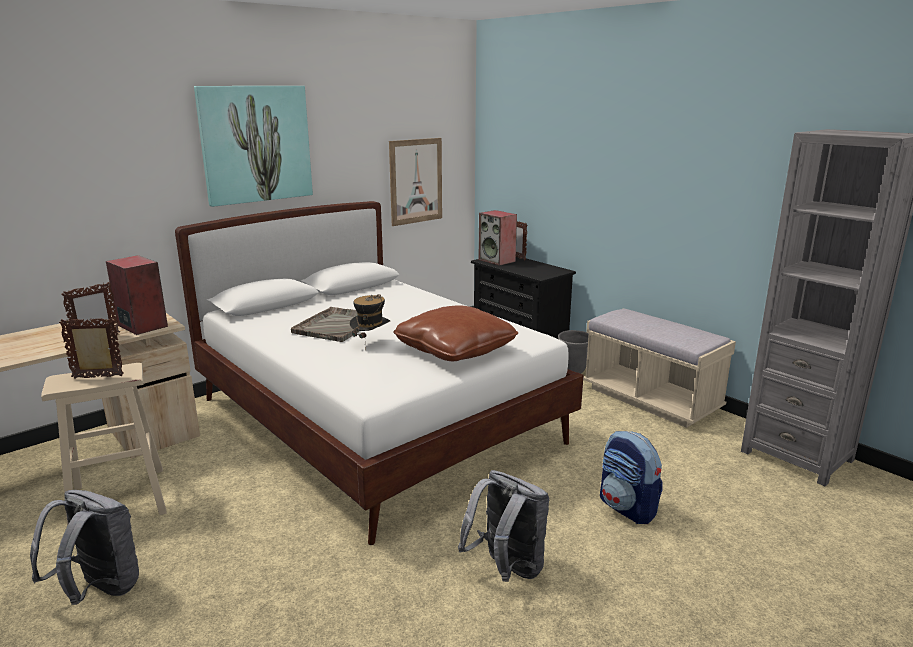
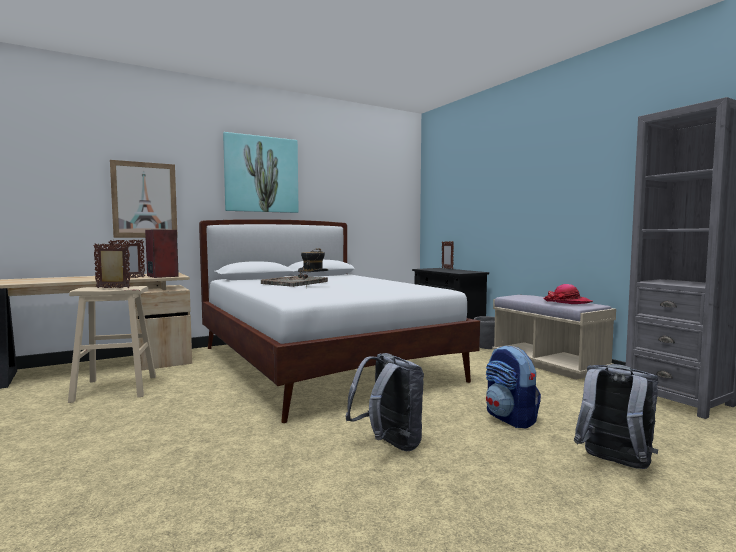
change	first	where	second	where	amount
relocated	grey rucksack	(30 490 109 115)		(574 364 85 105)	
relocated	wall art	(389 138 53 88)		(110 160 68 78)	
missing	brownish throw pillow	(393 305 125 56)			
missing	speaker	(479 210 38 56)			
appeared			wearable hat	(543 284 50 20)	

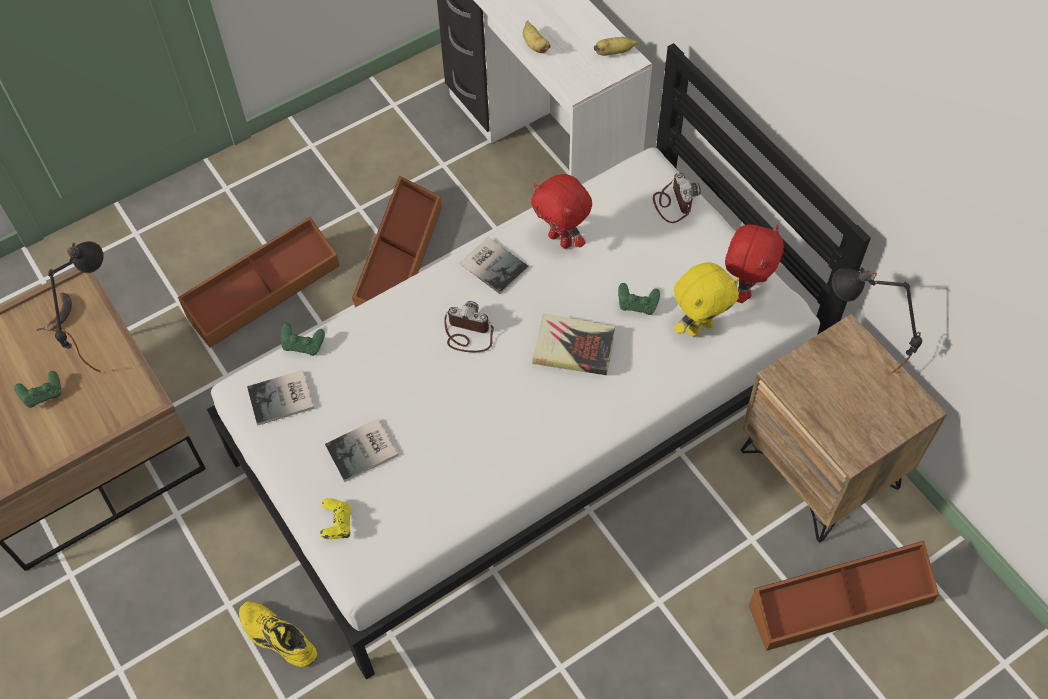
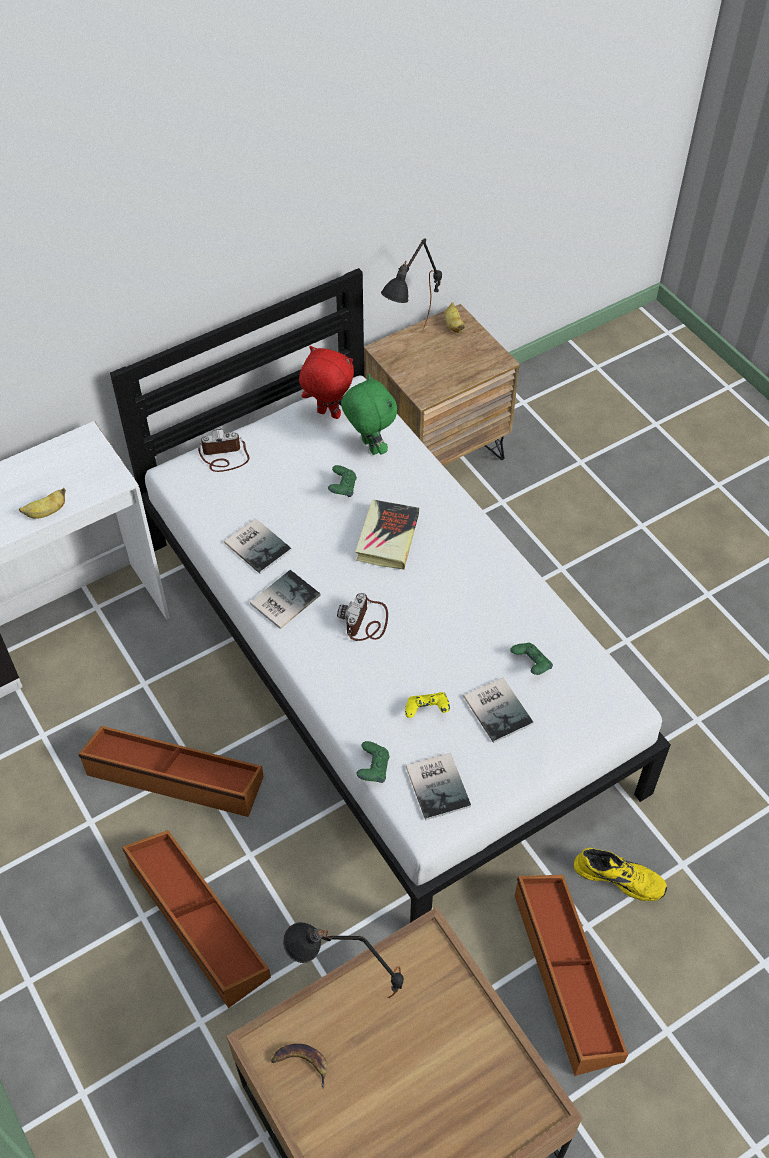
change	first	where	second	where	amount
relocated	green-coloured game controller	(14 371 47 37)		(510 643 43 32)	
spun	yellow item of footwear	(239 601 78 66)		(574 848 93 53)	105 degrees counterclockwise
relocated	yellow game controller	(320 498 31 41)		(405 692 45 26)	
exchanged	red-coloured soft toy	(531 174 61 75)	book	(224 518 68 56)	
relocated	banana fruit	(594 37 43 19)		(445 302 20 31)	
colour	yellow soft toy	(674 262 65 75)	green-coloured soft toy	(341 374 56 81)	
relocated	brownish storage container	(749 541 190 110)		(515 875 113 201)	

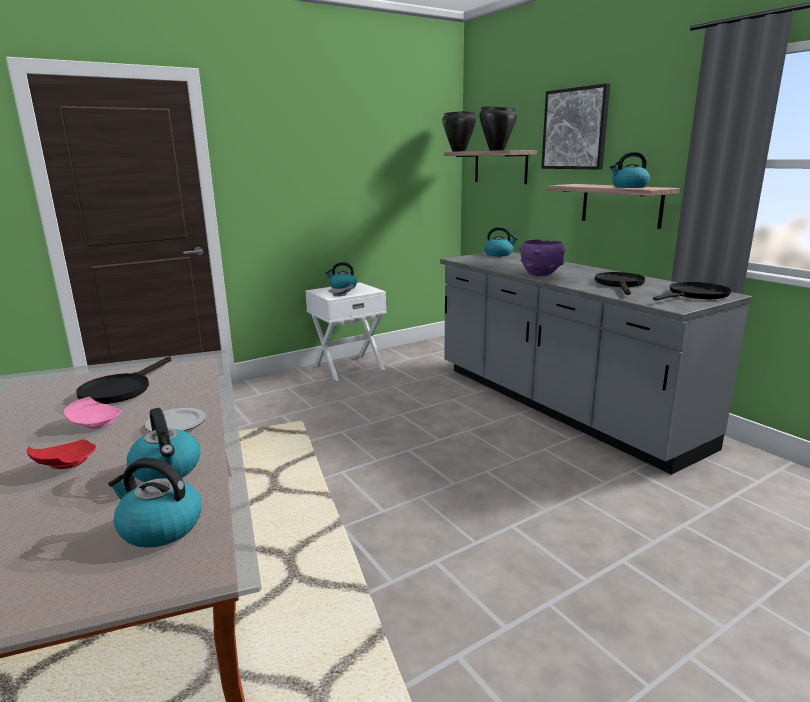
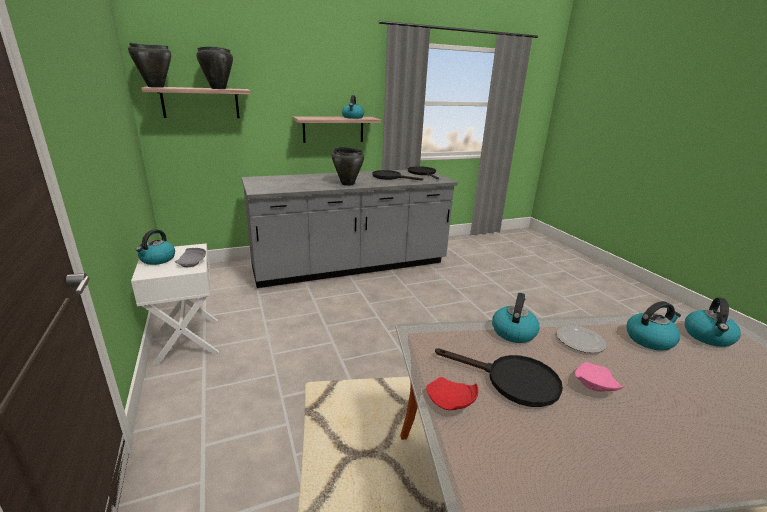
change	first	where	second	where	amount
relocated	red-coloured flat dish	(27 439 69 30)		(426 377 53 33)	
relocated	kettle	(484 227 34 29)		(492 293 48 50)	
exchanged	purple-coloured serving bowl	(519 239 46 37)	blackish stockpot	(332 147 32 39)	
missing	wall art	(541 83 69 87)			

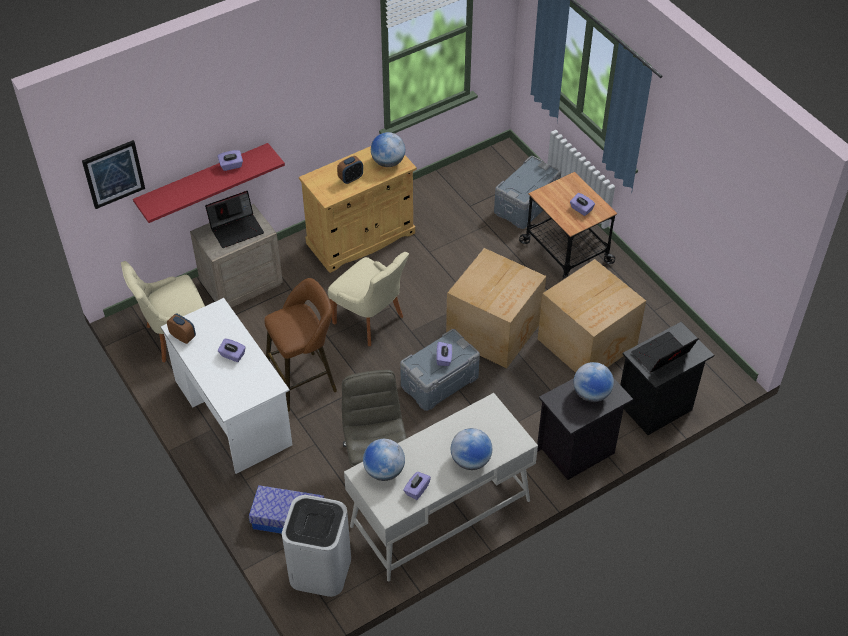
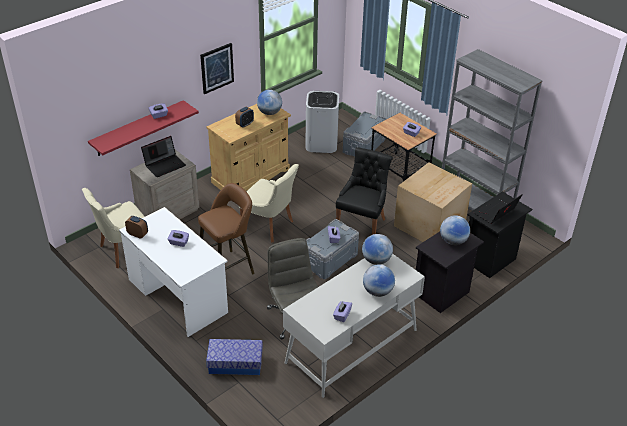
change	first	where	second	where	amount
relocated	wall art	(82 140 63 69)		(200 43 34 51)	
relocated	whitish rubbish bin	(282 495 69 102)		(305 91 34 62)	
relocated	globe	(363 439 42 42)		(362 234 31 31)	
exchanged	packing box	(446 248 100 121)	blackish chair	(336 147 56 88)	
appeared			grey shelving unit	(442 49 101 162)	

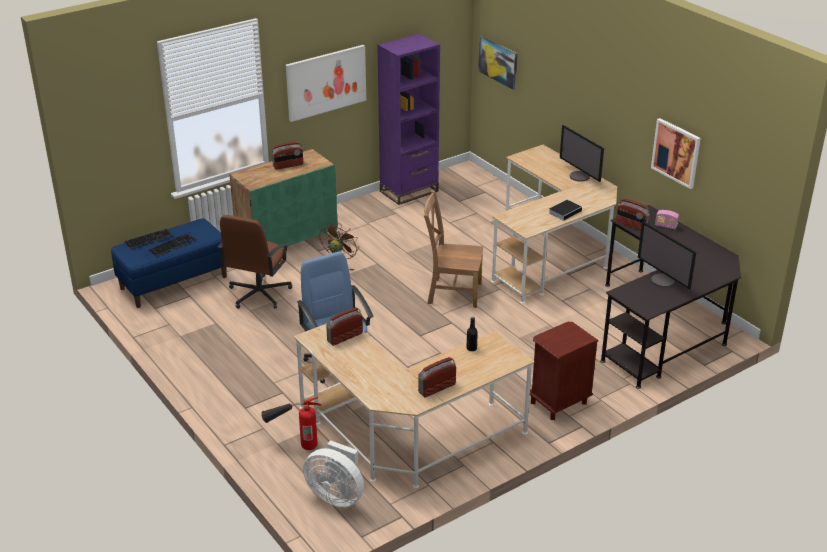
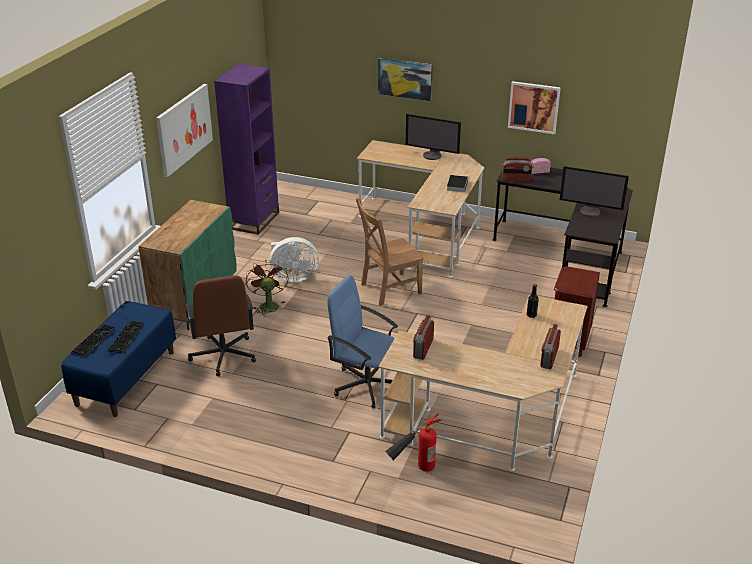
change	first	where	second	where	amount
missing	radio receiver	(271 142 32 28)			
relocated	whitish fan	(303 440 61 67)		(270 237 49 45)	
relocated	wall art	(478 36 39 54)		(378 58 55 43)	

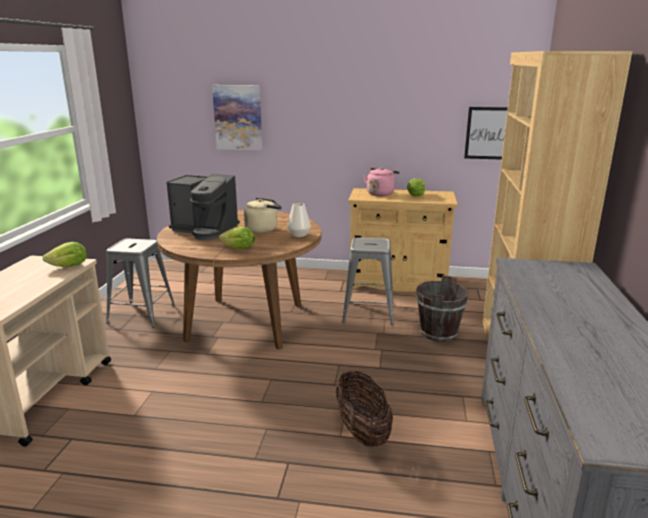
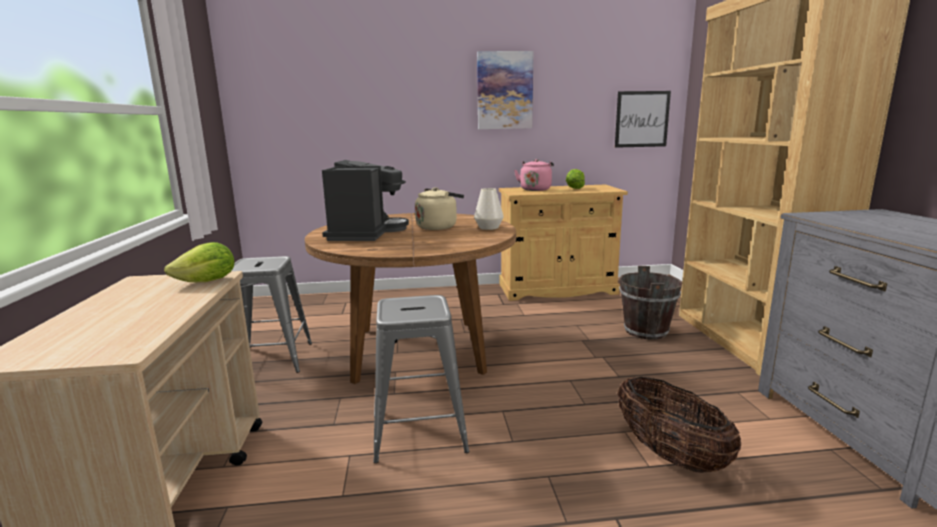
change	first	where	second	where	amount
spun	coffee brewer	(167 174 73 66)		(322 160 87 81)	90 degrees counterclockwise
relocated	wall art	(212 85 50 65)		(477 51 56 78)	
missing	lettuce head	(219 227 36 22)			
relocated	grey stool	(342 237 52 88)		(373 295 96 168)	

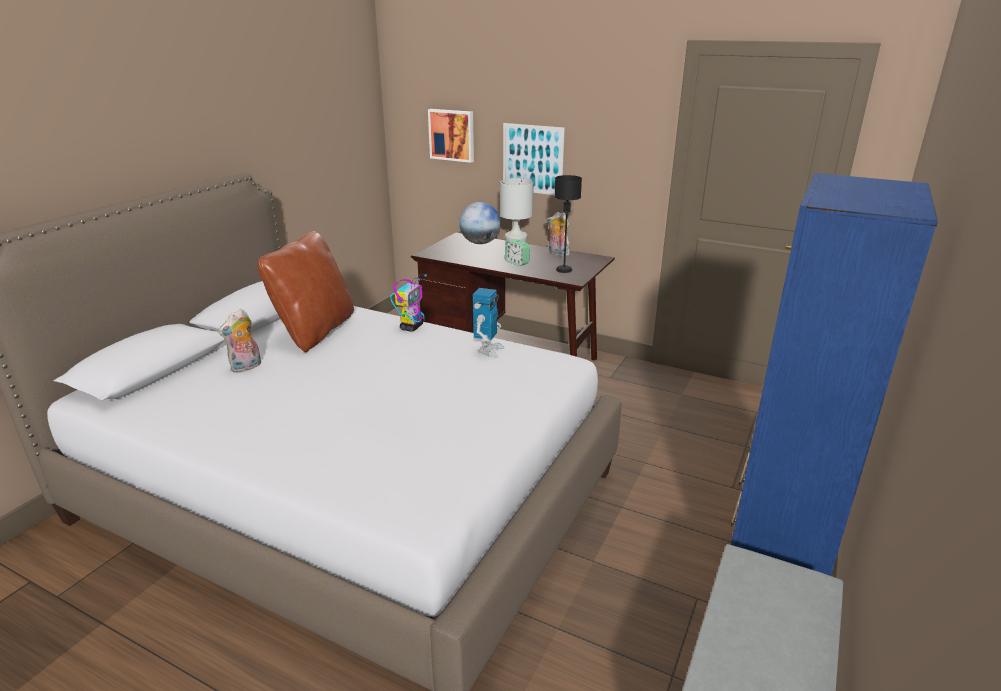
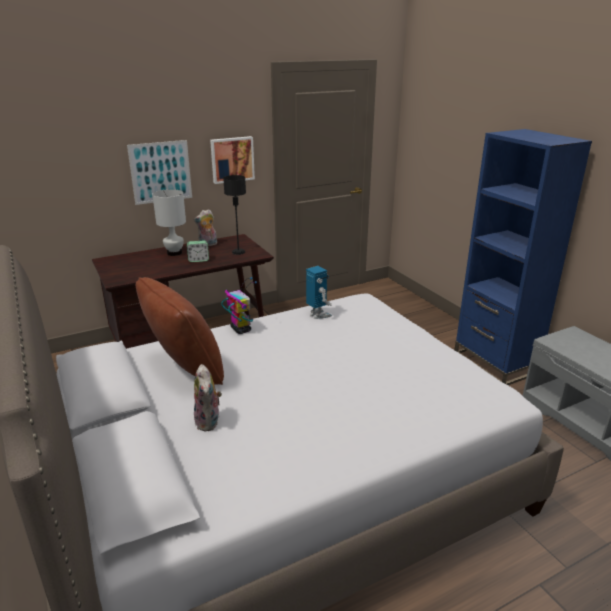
change	first	where	second	where	amount
relocated	wall art	(428 109 46 54)		(210 136 45 48)	
missing	globe	(459 202 42 42)			

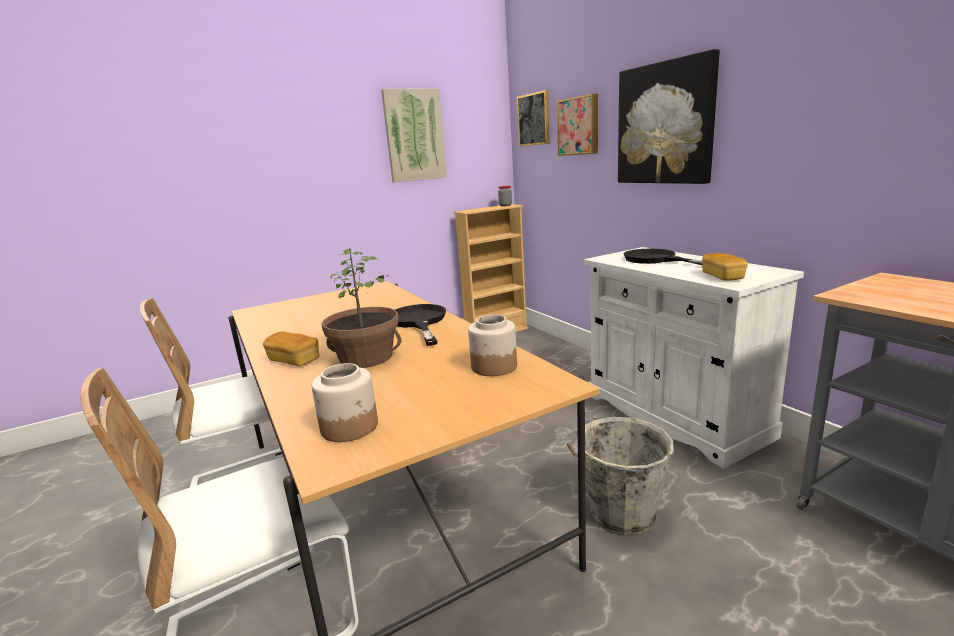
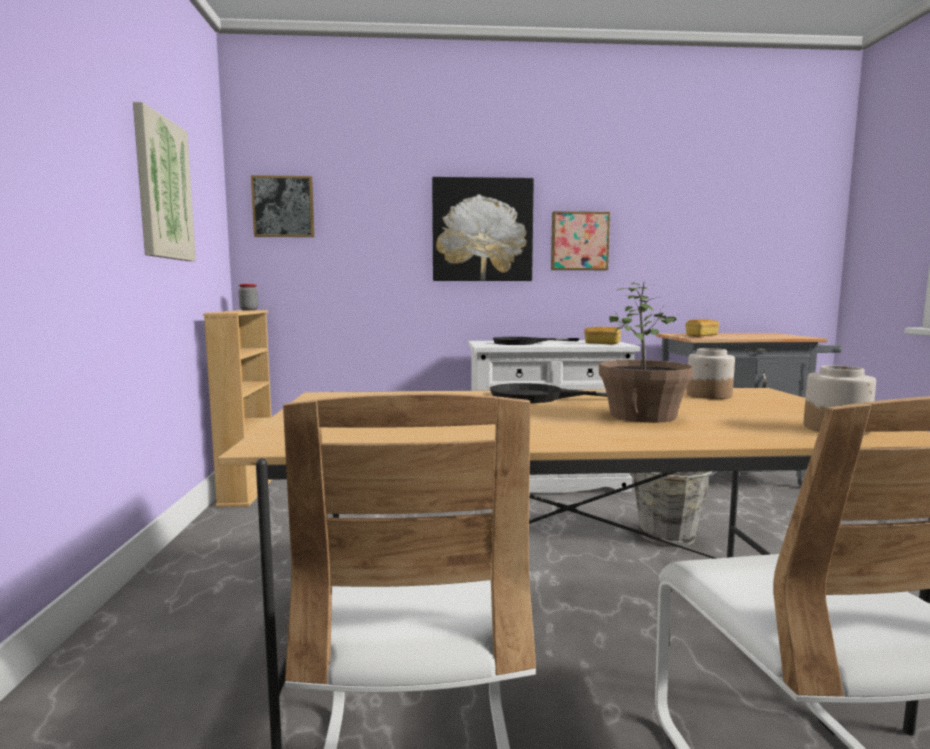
change	first	where	second	where	amount
relocated	baked bread	(263 331 56 35)		(685 319 34 18)	
relocated	wall art	(557 94 41 62)		(551 211 59 59)	

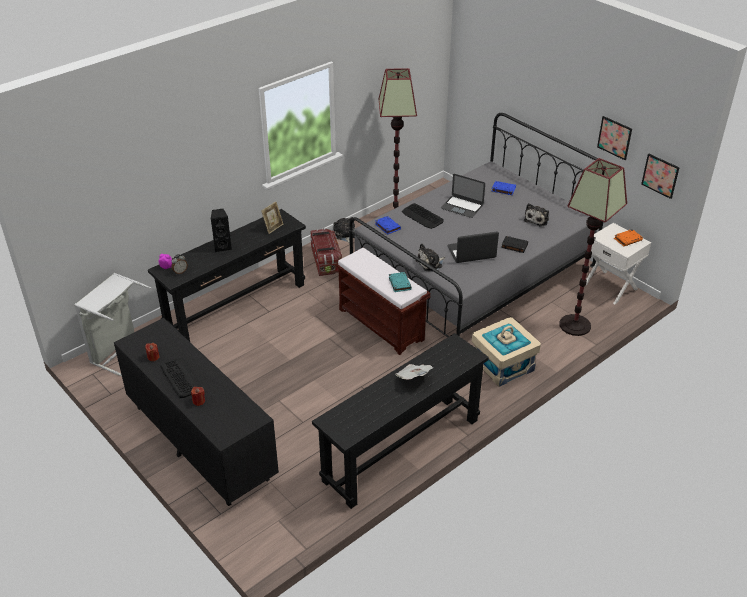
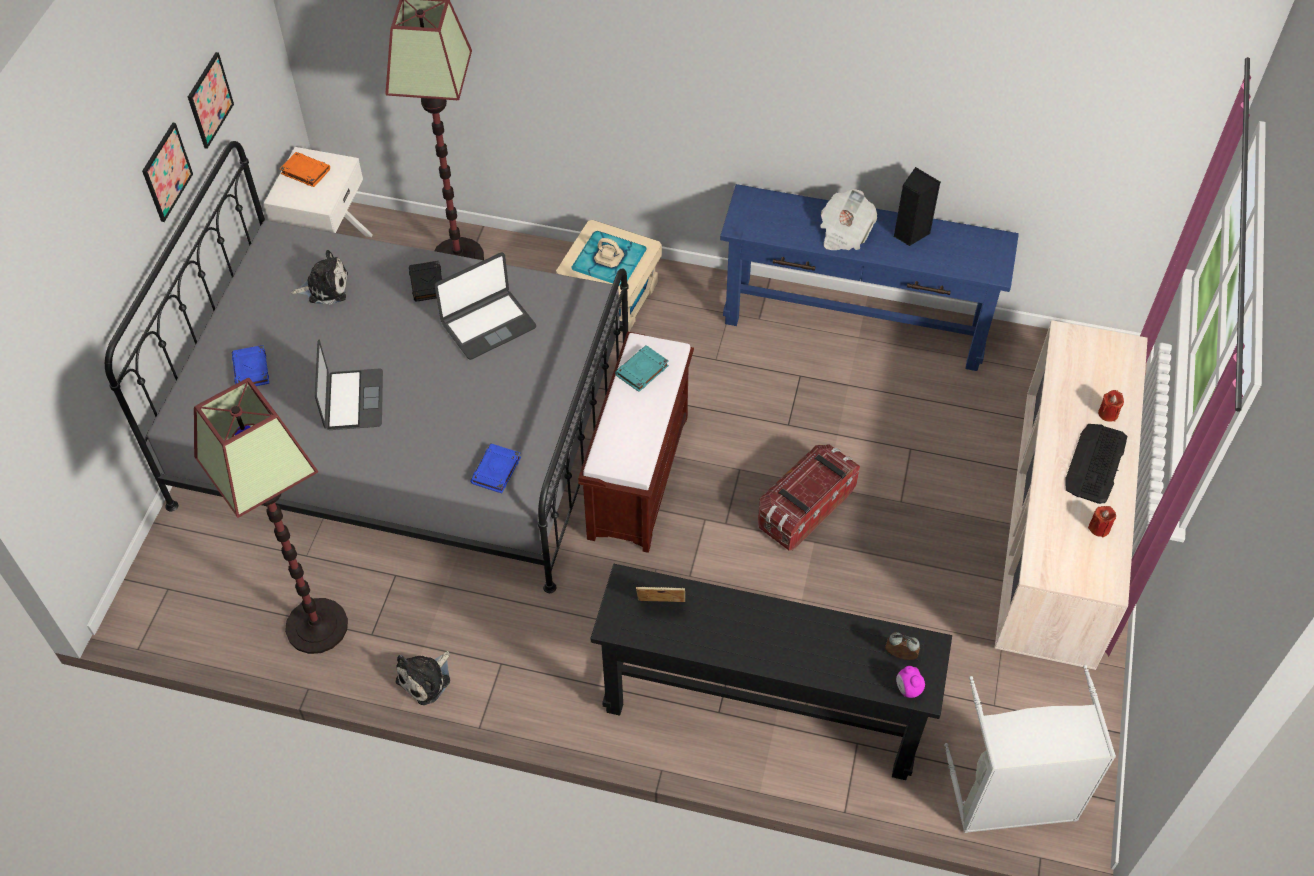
change	first	where	second	where	amount
colour	blackish drawer chest	(114 318 165 188)	beige-coloured drawer chest	(995 320 153 350)	
relocated	blackish speaker	(211 209 21 44)		(893 167 48 79)	
relocated	storage container	(310 228 32 48)		(758 445 102 105)	
colour	blackish console table	(312 333 177 176)	blue-coloured console table	(720 184 299 187)	
missing	keyboard	(402 203 42 26)			
missing	soft toy	(416 244 29 28)			
spun	notebook computer	(448 232 51 31)		(434 252 102 108)	75 degrees counterclockwise
relocated	wall art	(641 154 39 45)		(142 123 51 99)	

